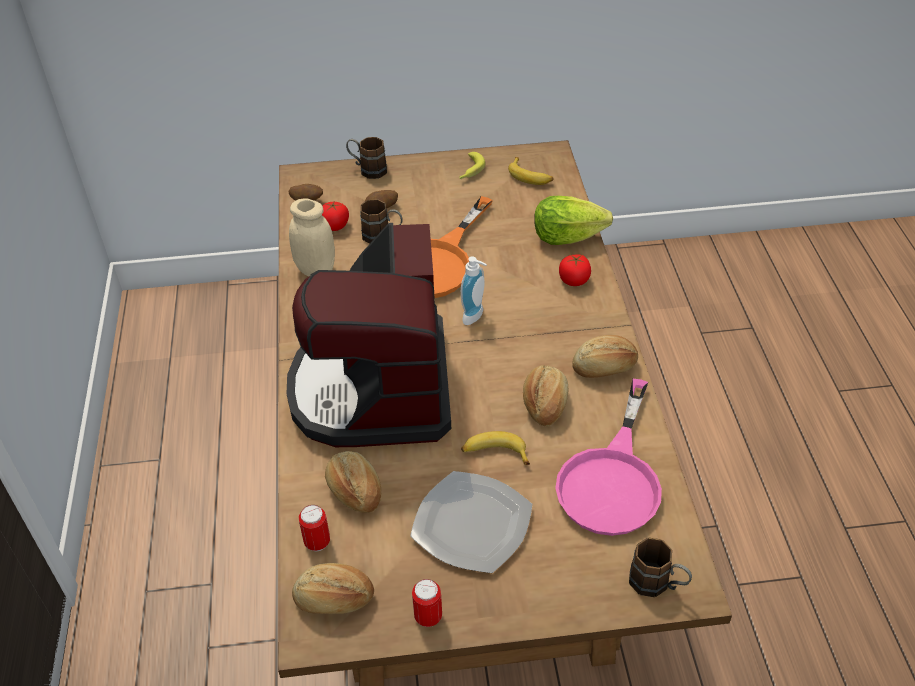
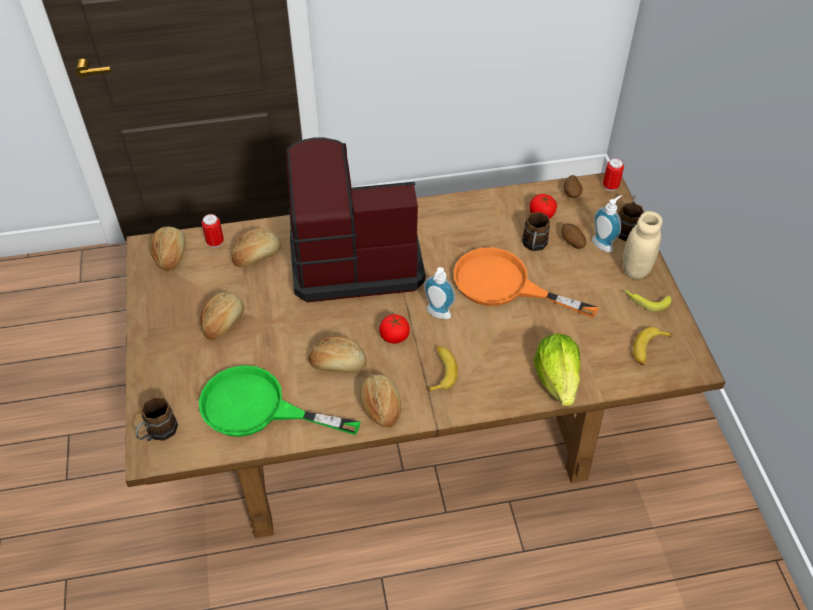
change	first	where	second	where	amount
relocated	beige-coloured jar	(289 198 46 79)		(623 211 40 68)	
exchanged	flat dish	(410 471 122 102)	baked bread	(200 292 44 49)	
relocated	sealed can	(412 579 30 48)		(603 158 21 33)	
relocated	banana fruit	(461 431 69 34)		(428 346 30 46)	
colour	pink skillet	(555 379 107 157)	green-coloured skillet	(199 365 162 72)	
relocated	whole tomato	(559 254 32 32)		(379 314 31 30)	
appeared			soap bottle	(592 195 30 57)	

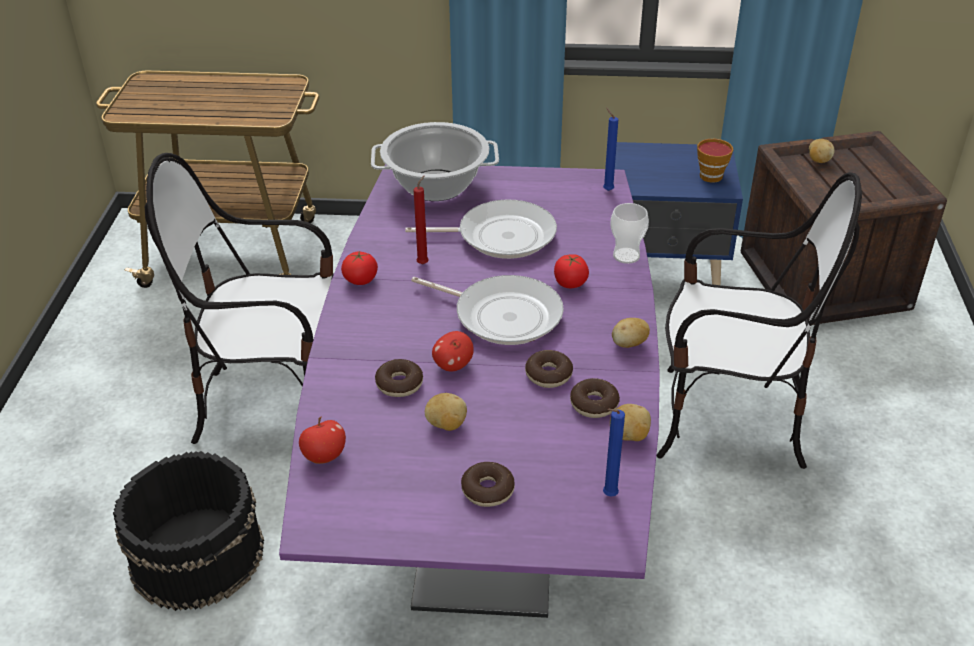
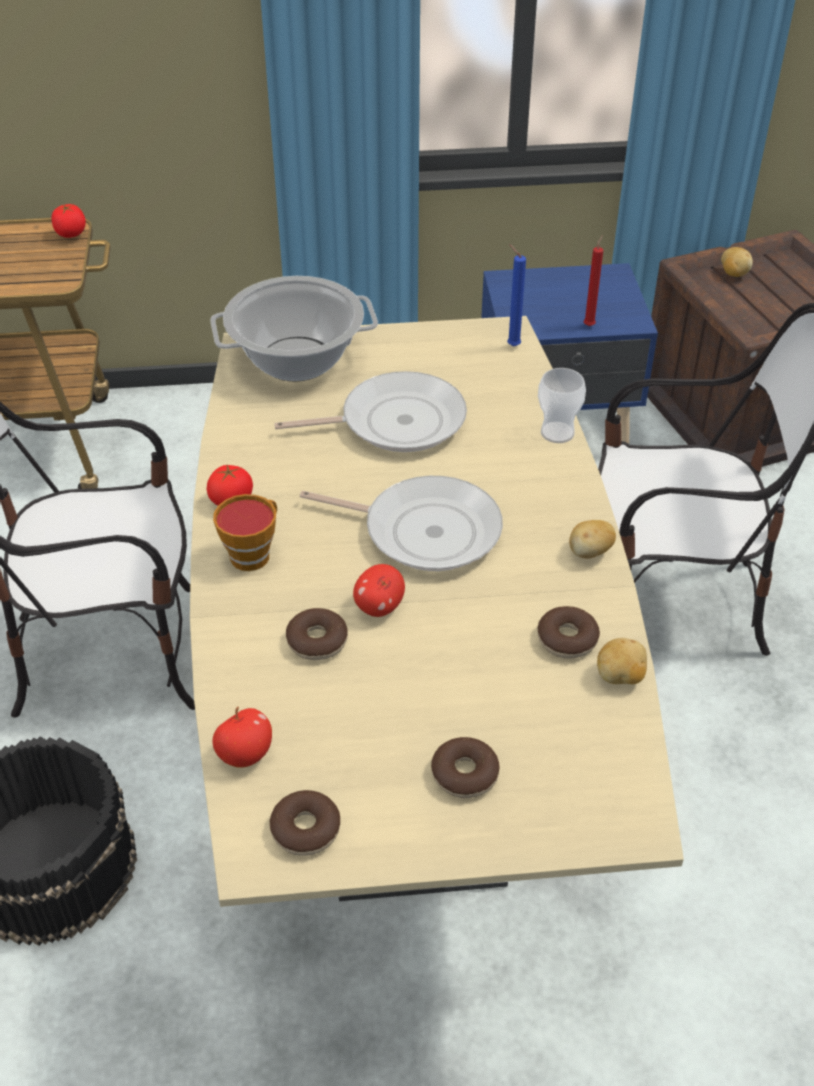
change	first	where	second	where	amount
colour	purple-coloured dinner table	(279 164 381 454)	beige-coloured dinner table	(190 316 494 591)	
relocated	red-coloured wax light	(413 176 16 88)		(584 235 19 91)	
missing	spud	(425 393 42 38)			
relocated	doughnut	(525 350 48 38)		(270 790 70 66)	
relocated	whole tomato	(554 254 35 34)		(52 204 34 34)	
missing	blue-coloured wax light	(603 409 22 88)			
relocated	cup	(697 139 36 44)		(213 494 64 77)	

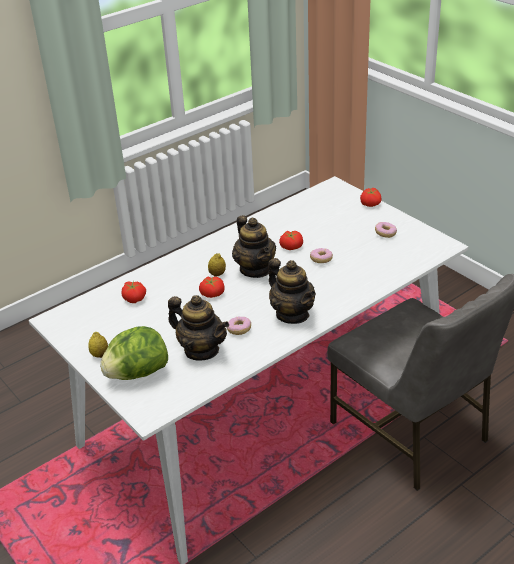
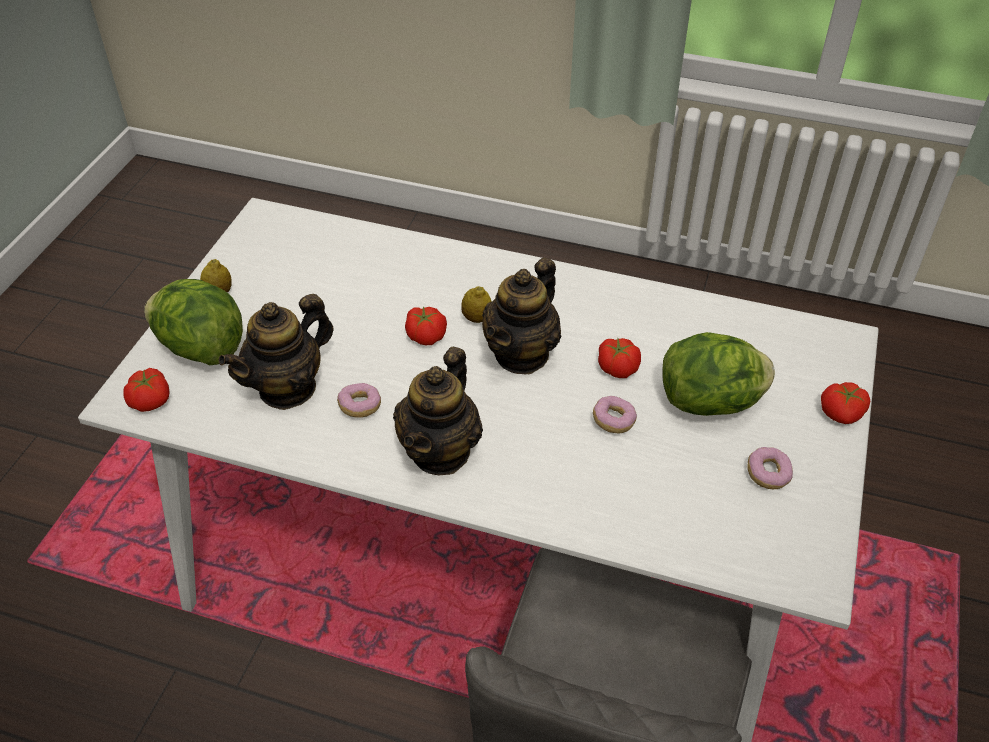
change	first	where	second	where	amount
relocated	whole tomato	(122 281 24 22)		(123 368 47 44)	
spun	teapot	(168 295 61 66)		(218 294 116 116)	45 degrees clockwise
appeared			lettuce head	(662 332 113 84)	

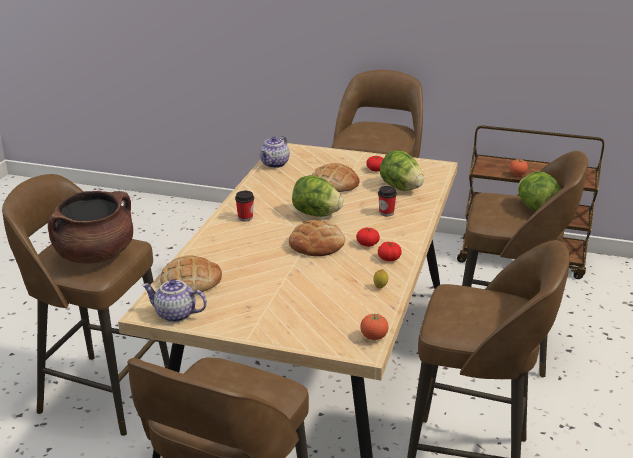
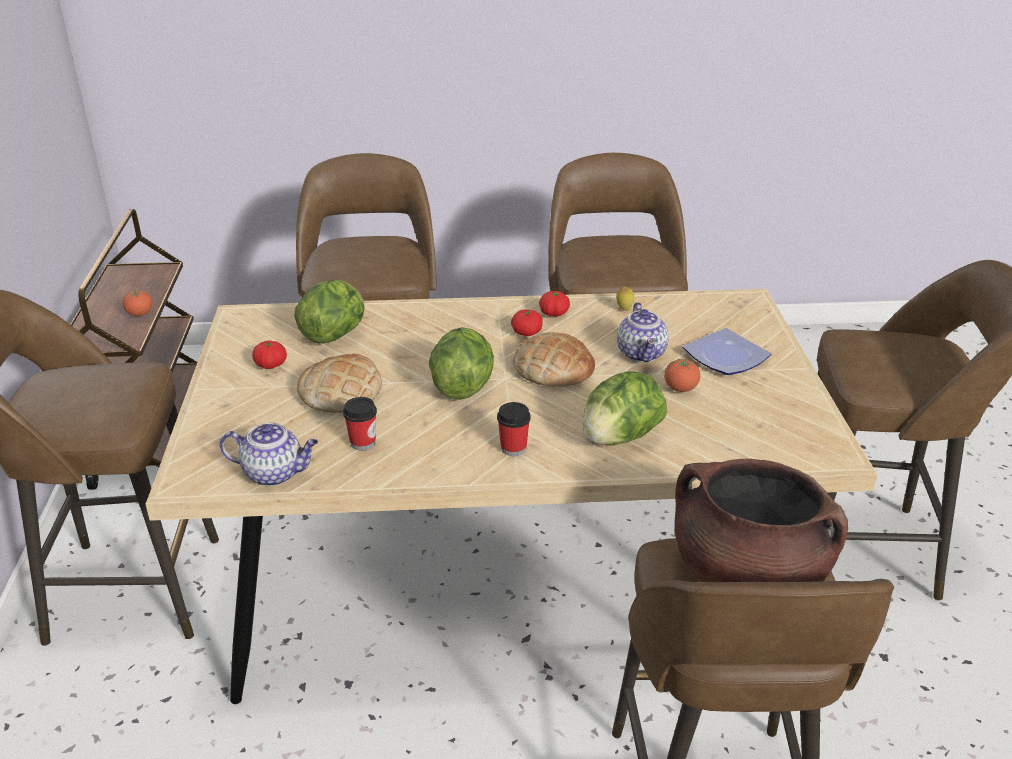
change	first	where	second	where	amount
relocated	teapot	(142 279 65 43)		(617 302 52 60)	
missing	baked bread	(160 255 62 39)			
relocated	whole tomato	(360 313 29 27)		(664 359 36 33)	
relocated	cup	(378 186 19 30)		(343 397 34 54)	
relocated	lettuce head	(518 172 43 40)		(583 371 84 75)	
appeared			flat dish	(683 328 89 47)	

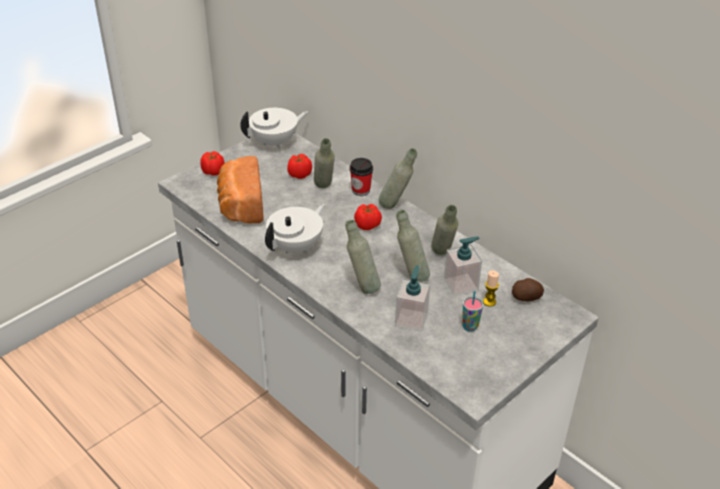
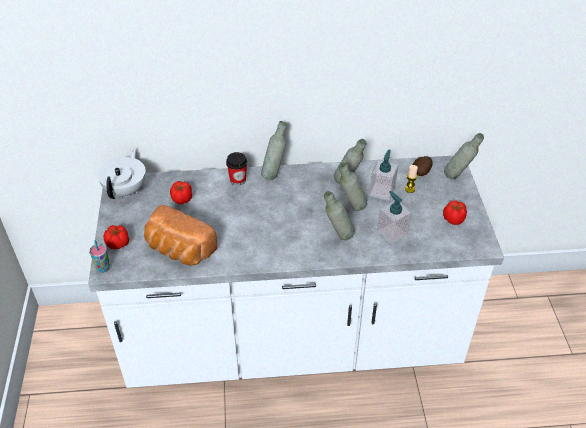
change	first	where	second	where	amount
missing	whitish teapot	(265 203 60 51)			
relocated	grey drink bottle	(314 138 21 50)		(444 133 40 46)	
relocated	whole tomato	(354 204 28 26)		(443 201 24 24)	
relocated	cup	(462 291 21 41)		(89 240 21 32)	

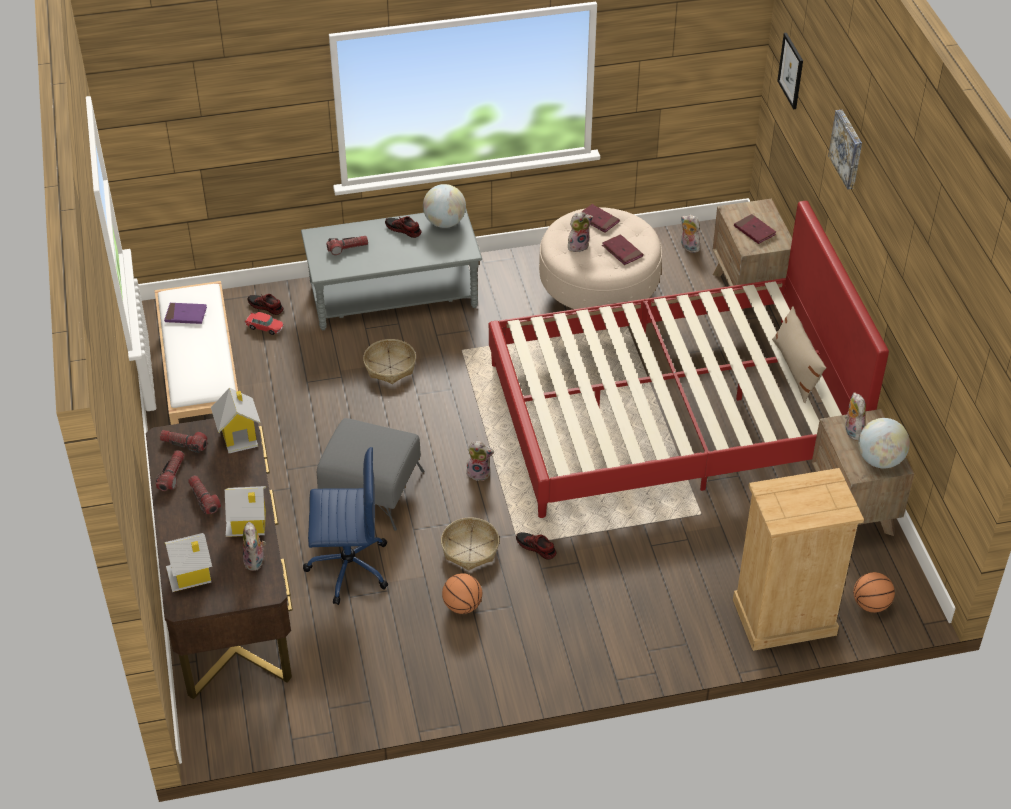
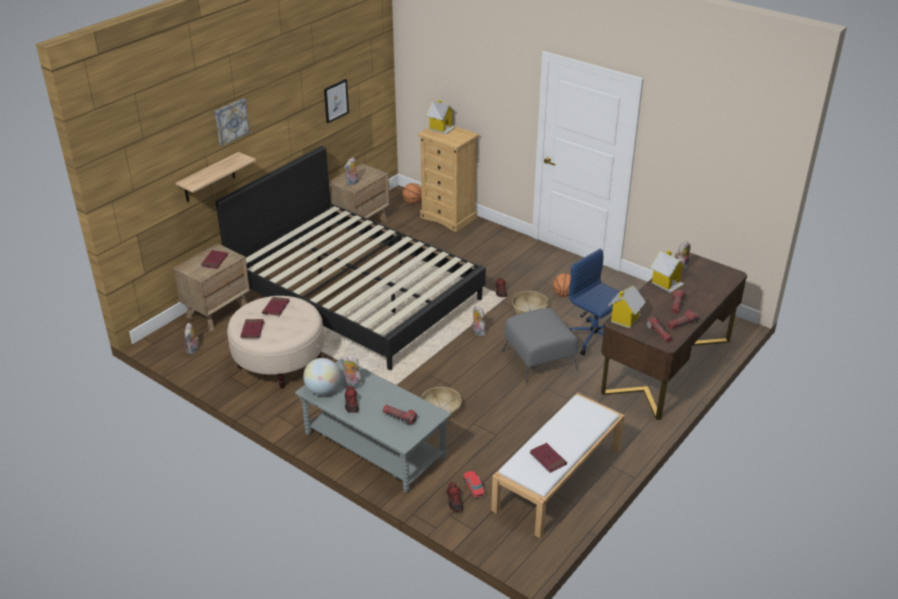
change	first	where	second	where	amount
colour	purple-coloured book	(164 303 43 21)	red-coloured book	(530 443 37 30)	
relocated	toy house	(165 533 47 59)		(426 100 29 34)	
colour	red-coloured sleeping bed	(489 201 400 317)	blackish sleeping bed	(215 146 271 224)	
relocated	soft toy	(568 212 25 40)		(341 355 22 33)	
missing	beige-coloured throw pillow	(772 306 54 97)			
relocated	wall art	(777 33 26 76)		(324 79 25 44)	
missing	globe	(858 418 52 50)			
appeared			wall shelf	(175 152 81 50)	

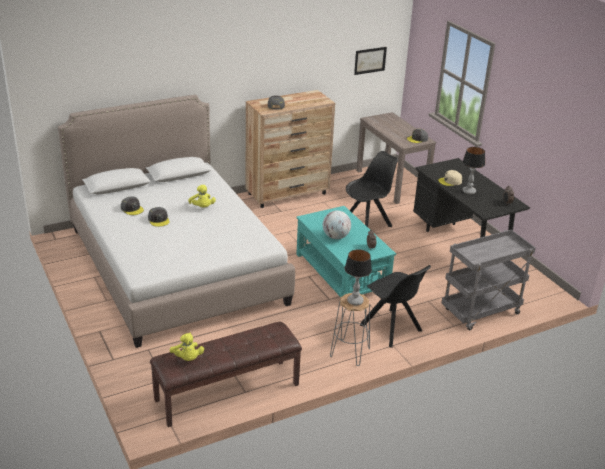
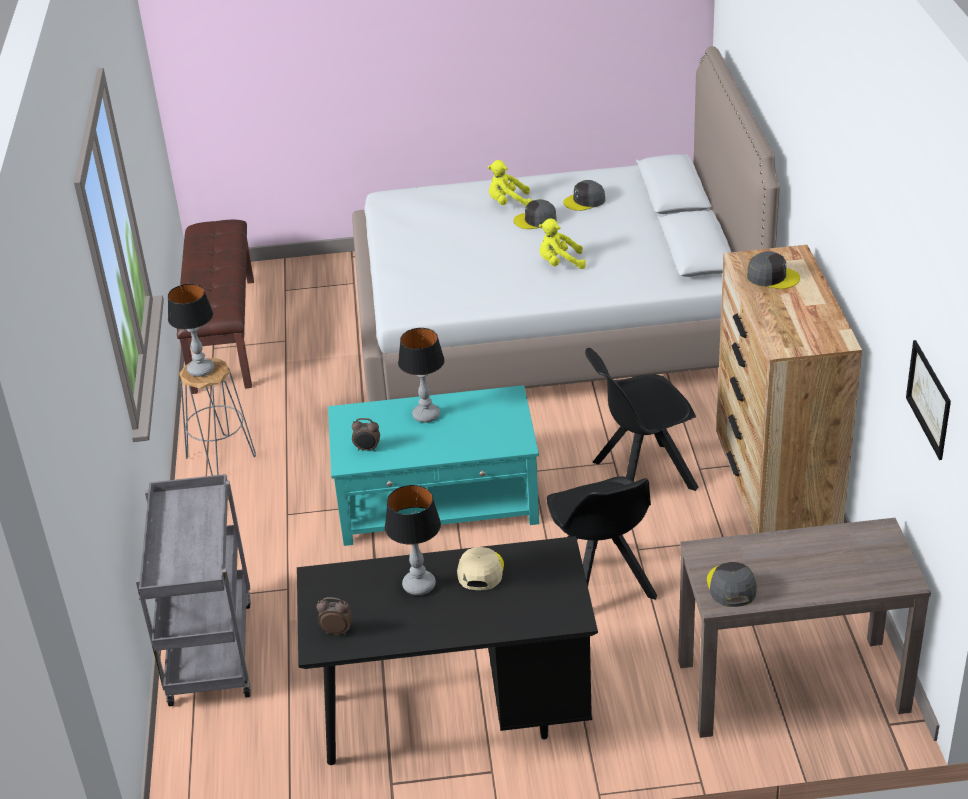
change	first	where	second	where	amount
relocated	yellow soft toy	(169 333 35 28)		(488 160 44 46)	
exchanged	globe	(323 211 28 28)	table lamp	(398 328 47 95)	
relocated	blackish chair	(360 265 71 83)		(585 348 114 143)	

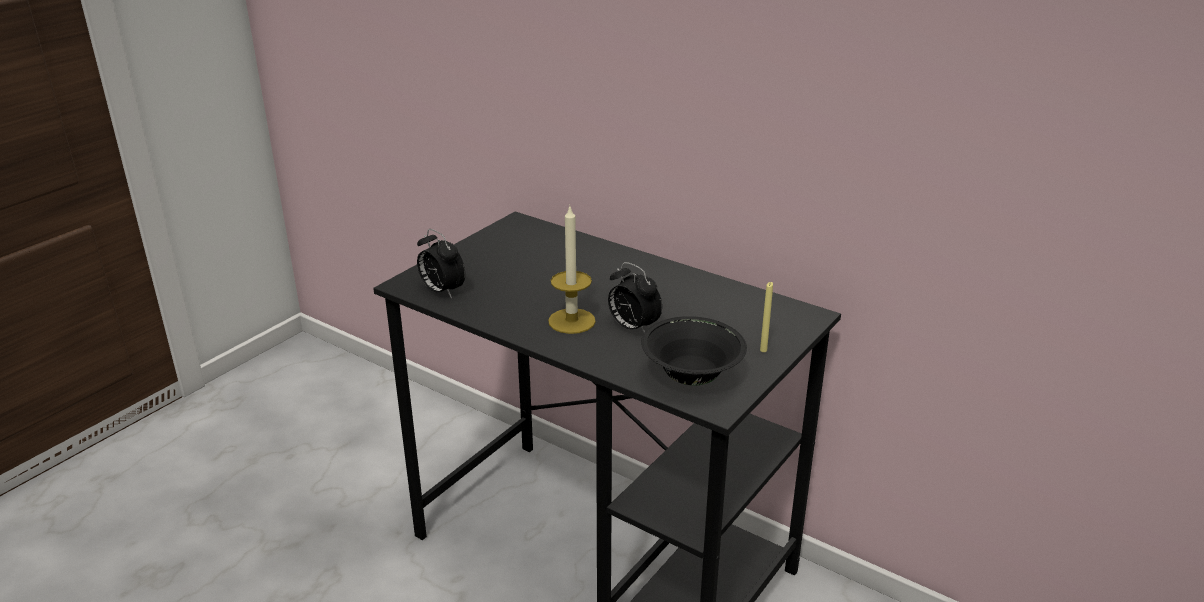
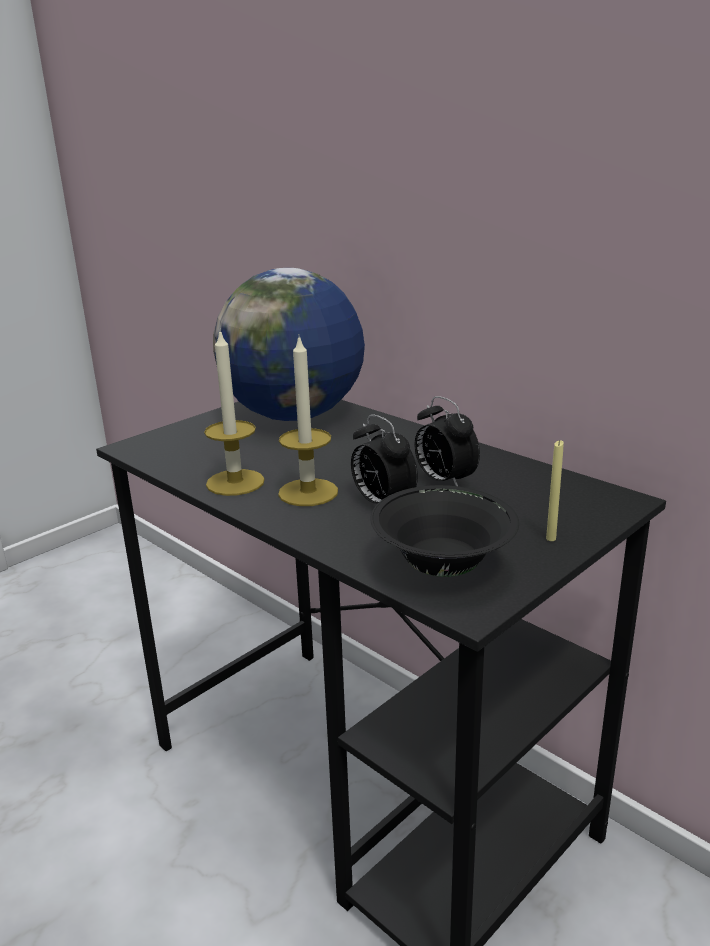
change	first	where	second	where	amount
relocated	bedside clock	(417 229 48 69)		(414 396 66 90)	
appeared			wax light	(204 331 61 165)	
appeared			globe	(213 268 152 153)	

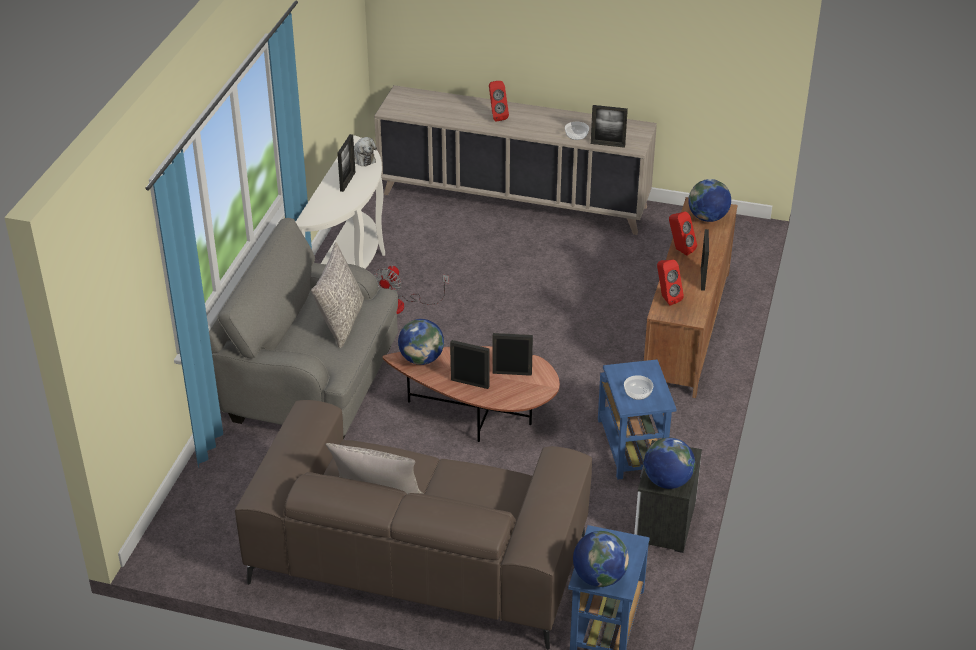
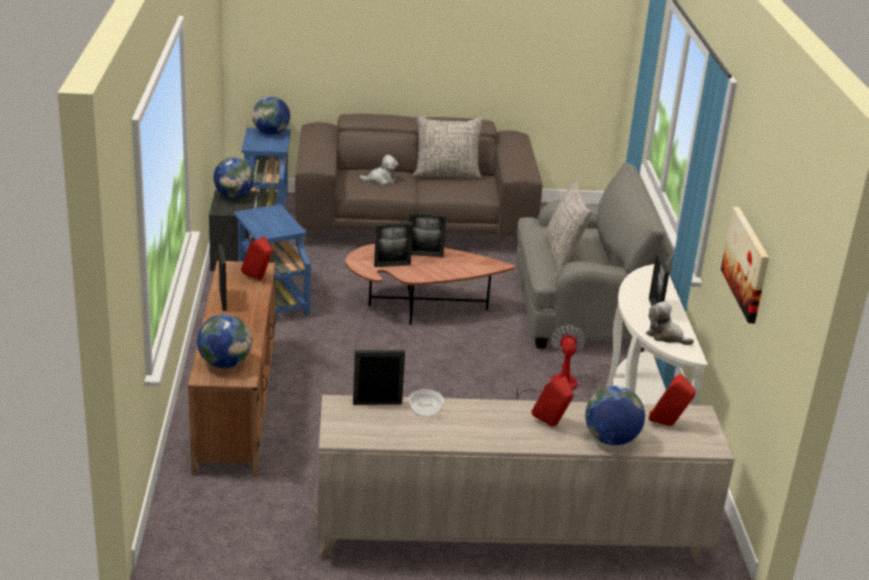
change	first	where	second	where	amount
relocated	globe	(398 319 46 46)		(585 386 60 59)	
missing	serving bowl	(624 375 29 25)			
relocated	red-coloured speaker	(669 211 28 45)		(649 374 47 52)	
appeared			soft toy	(359 155 39 30)	
appeared			wall art	(721 207 48 116)	

